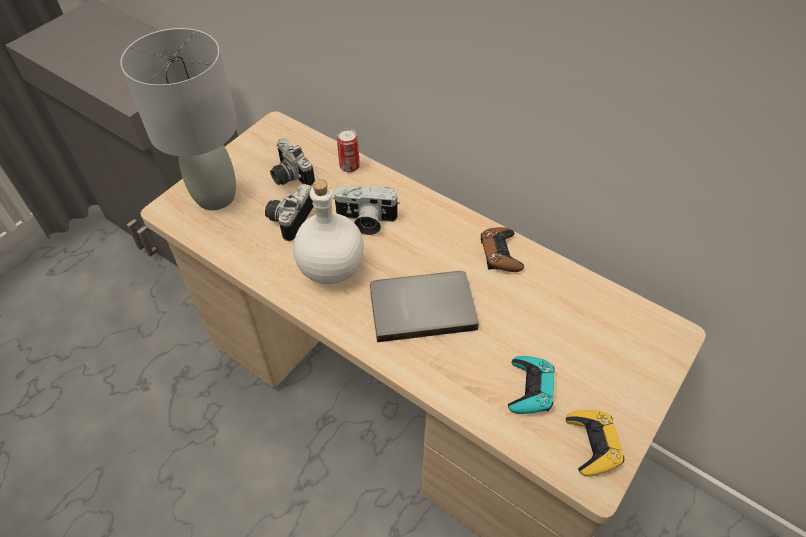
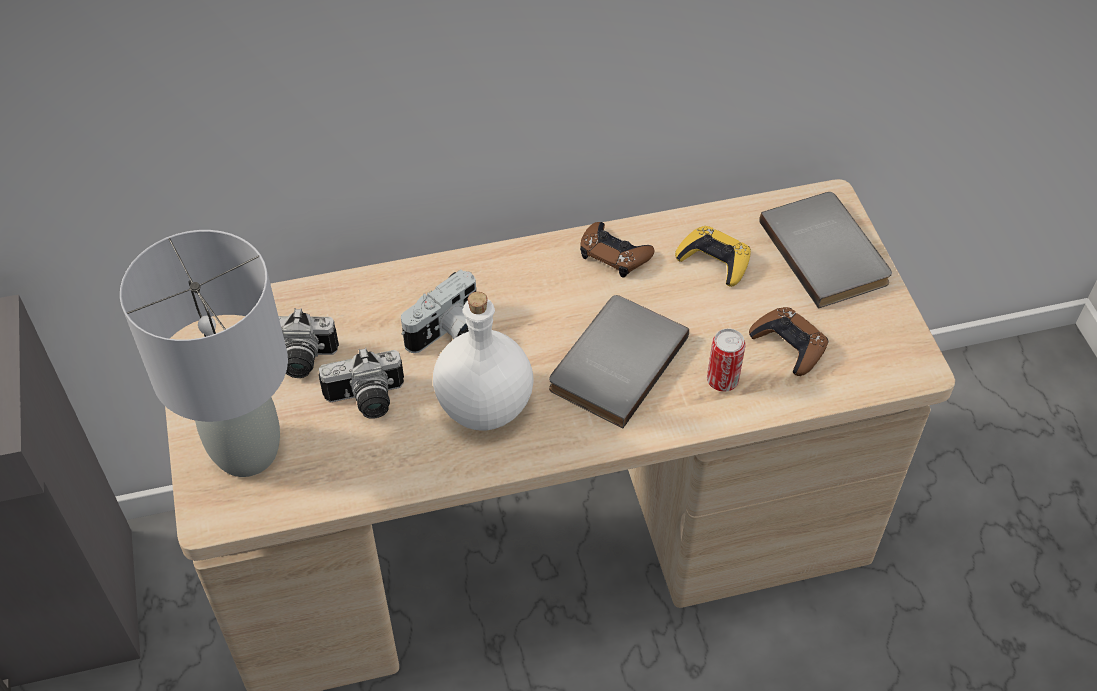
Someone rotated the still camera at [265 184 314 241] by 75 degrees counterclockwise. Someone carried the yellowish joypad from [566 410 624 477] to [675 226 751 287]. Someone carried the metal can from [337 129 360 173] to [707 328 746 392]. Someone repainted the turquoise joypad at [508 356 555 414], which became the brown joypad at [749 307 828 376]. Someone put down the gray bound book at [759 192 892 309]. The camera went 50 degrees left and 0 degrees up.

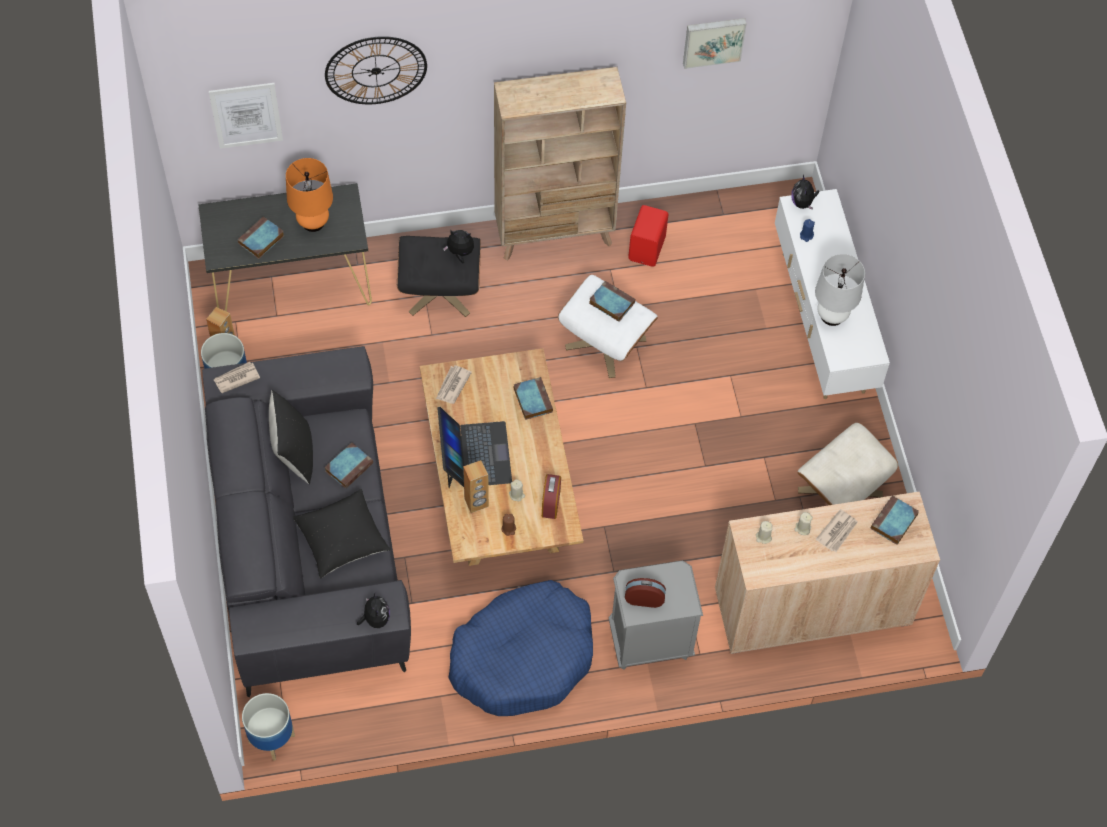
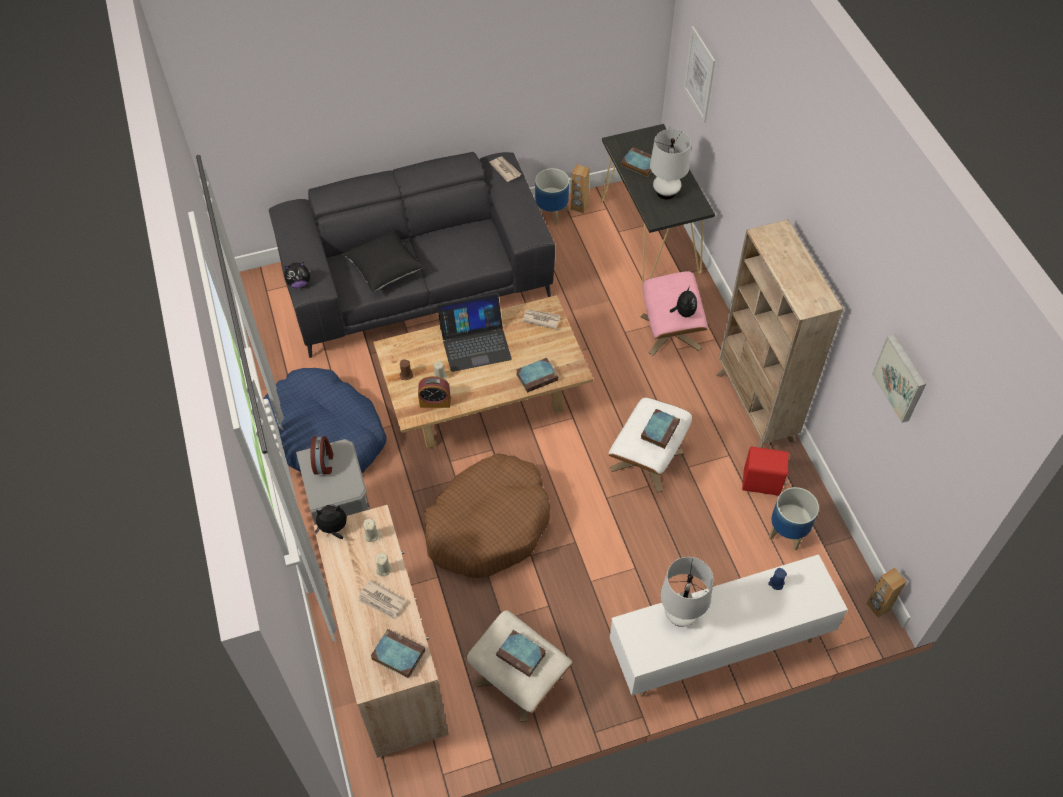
Someone carried the cuddly toy from [791 175 819 210] to [315 505 347 539]. Someone put down the brown pet bed at [424 453 550 578]. Someone carried the bound book from [324 443 373 489] to [496 630 546 677]. Someone repainted the black pouffe at [397 236 481 317], which became the pinkish pouffe at [641 271 708 356]. Someone repainted the orangey table lamp at [286 158 333 232], which became the white-coloured table lamp at [650 129 691 199]. Someone carried the flower pot from [242 693 295 761] to [769 487 819 550]. Someone carried the brown loudspeaker from [463 460 489 513] to [866 568 907 618]. Someone took away the black cushion at [269 390 313 484]. Someone took away the hanging clock at [325 36 427 104]. The camera went 85 degrees right and 5 degrees down.

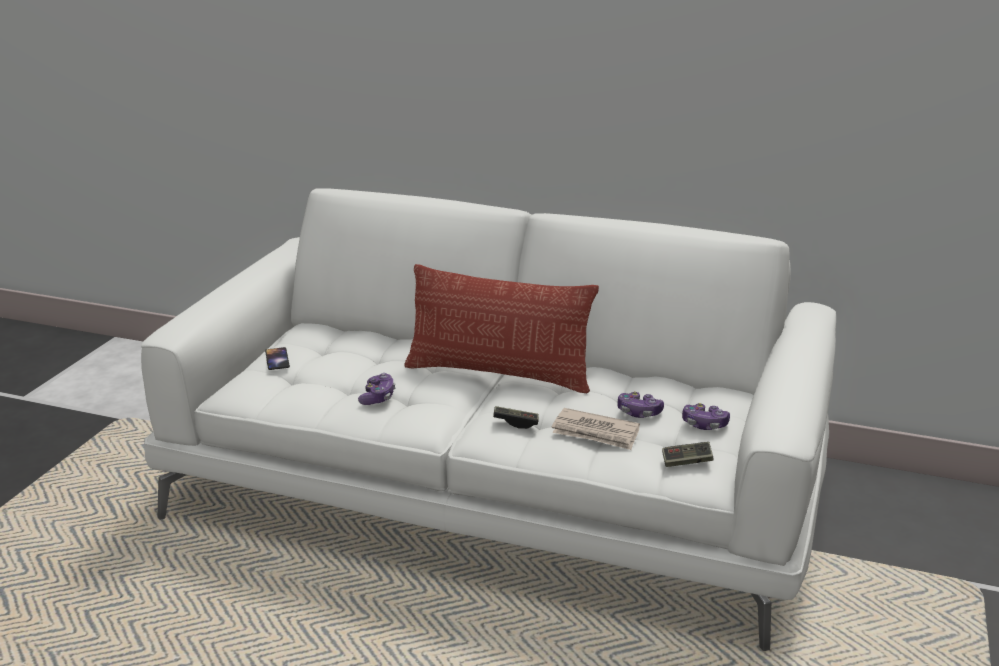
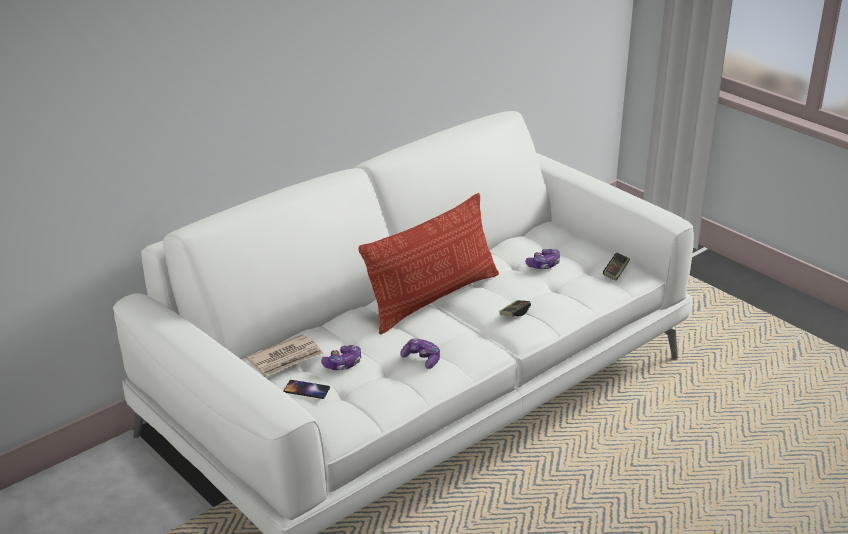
Someone carried the printed paper from [552 408 640 450] to [246 334 323 376]. Someone carried the joypad from [682 403 730 430] to [321 345 361 370]. The camera went 60 degrees left and 5 degrees up.

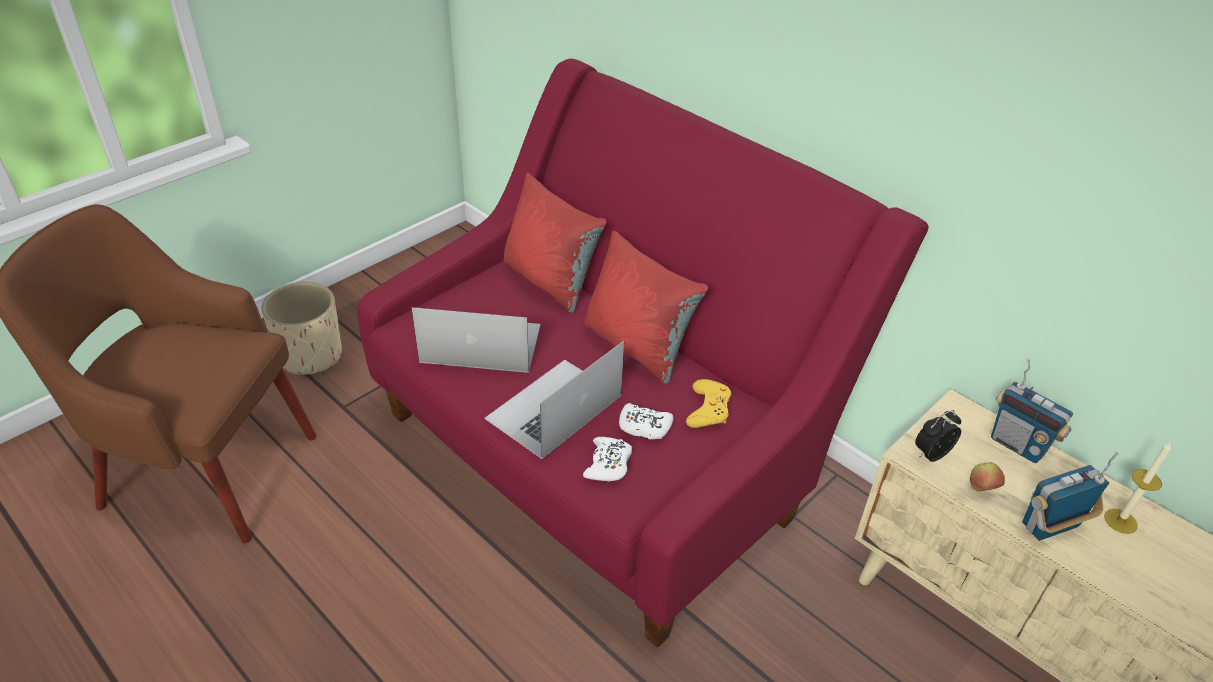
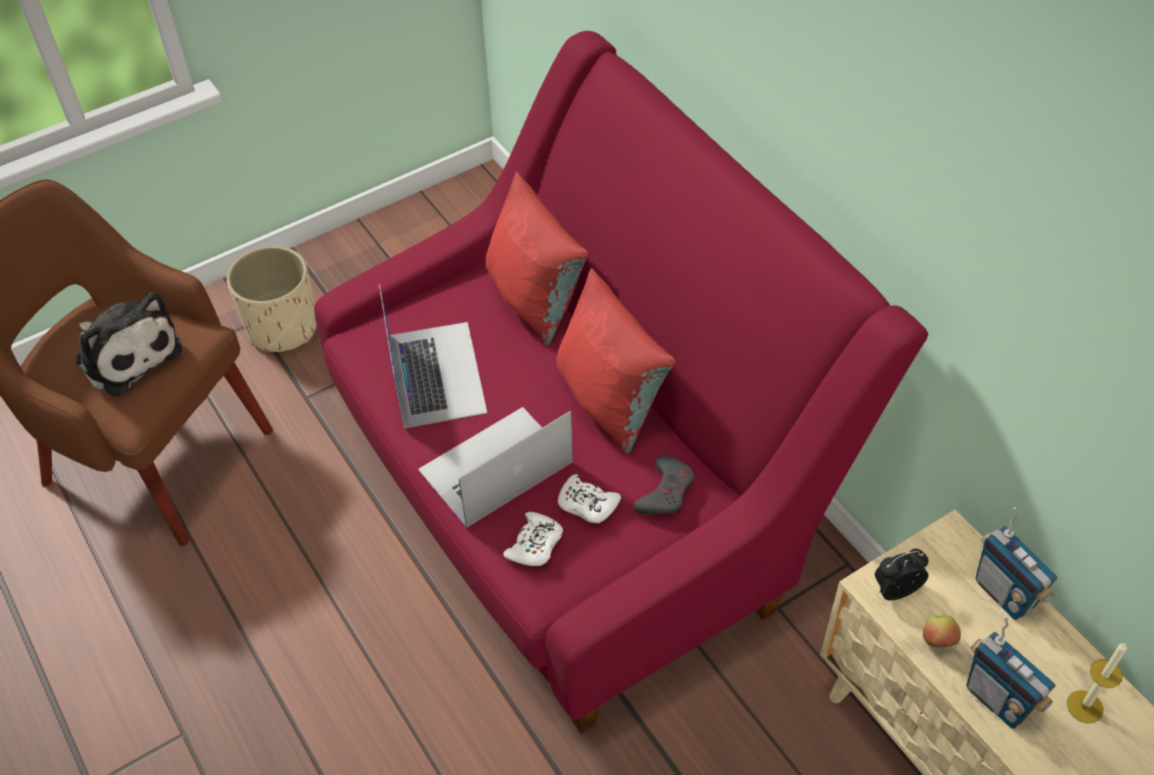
Someone put down the cuddly toy at [76 291 182 397]. Someone rotated the portable computer at [412 307 540 373] by 60 degrees clockwise. Someone repainted the yellowish joypad at [686 379 731 428], which became the gray joypad at [634 455 694 515]. Someone rotated the radio at [1022 452 1119 541] by 120 degrees counterclockwise. The camera went 15 degrees right and 10 degrees up.

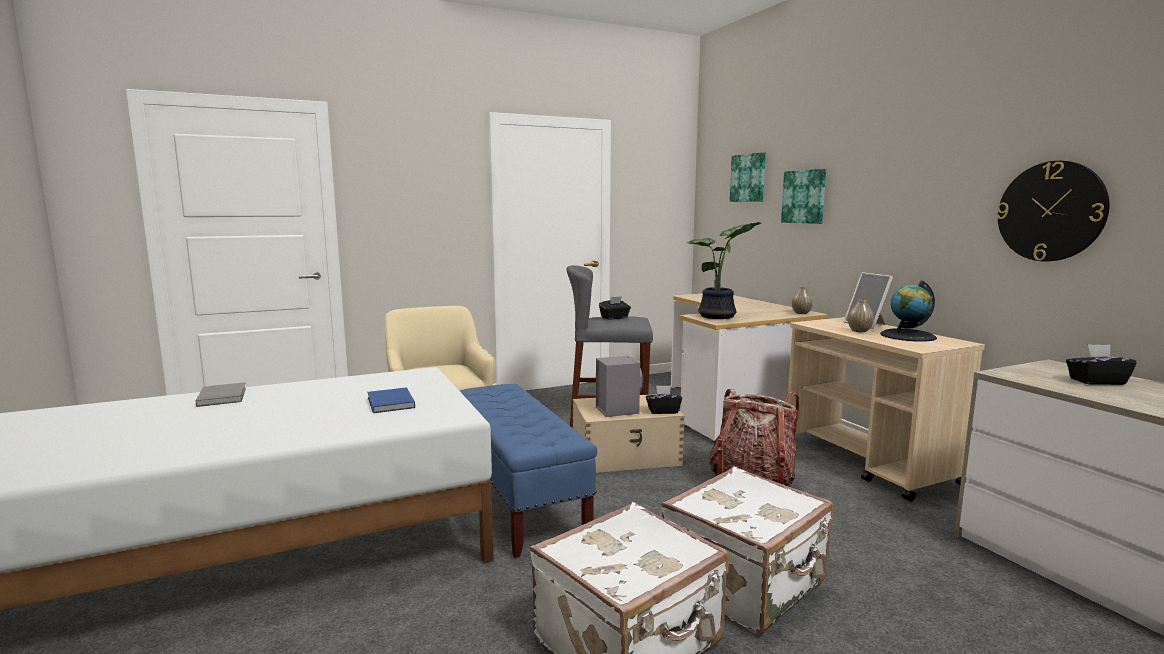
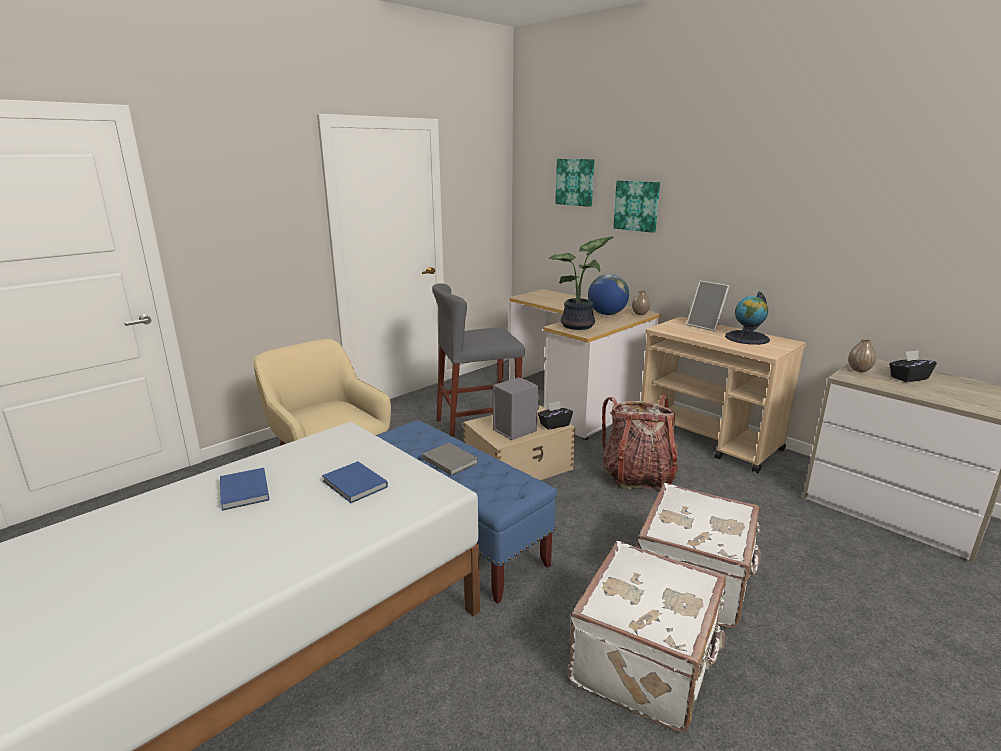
Someone put down the bluish bound book at [220 468 269 511]. Someone carried the gray bound book from [196 382 246 407] to [422 443 478 476]. Someone put down the world globe at [588 274 629 315]. Someone carried the flower vase from [848 300 874 332] to [848 339 876 372]. Someone took away the black tissue box at [599 296 631 320]. Someone took away the hanging clock at [996 161 1109 262]. The camera went 20 degrees left and 10 degrees up.

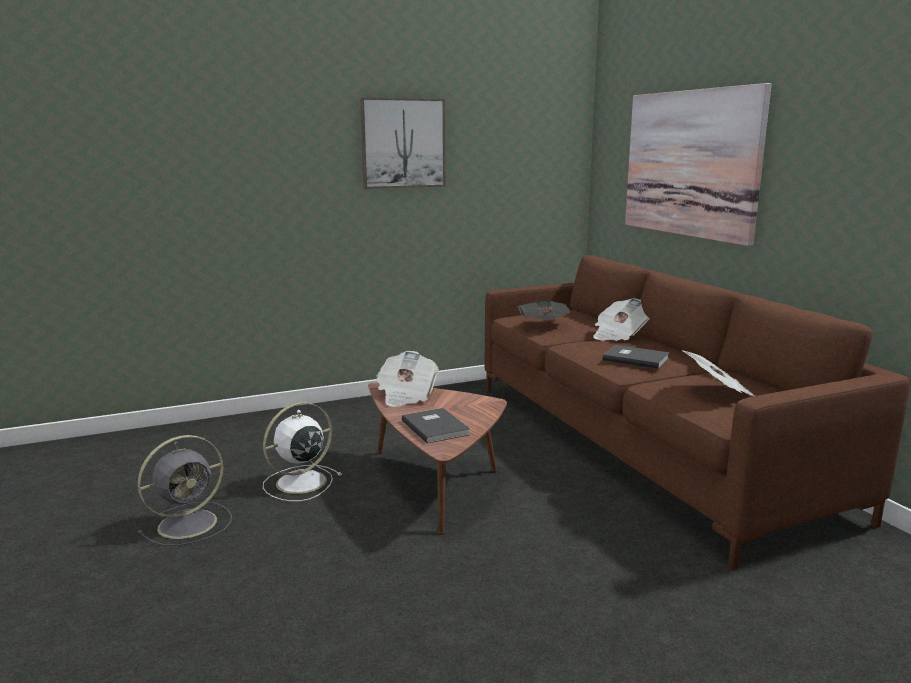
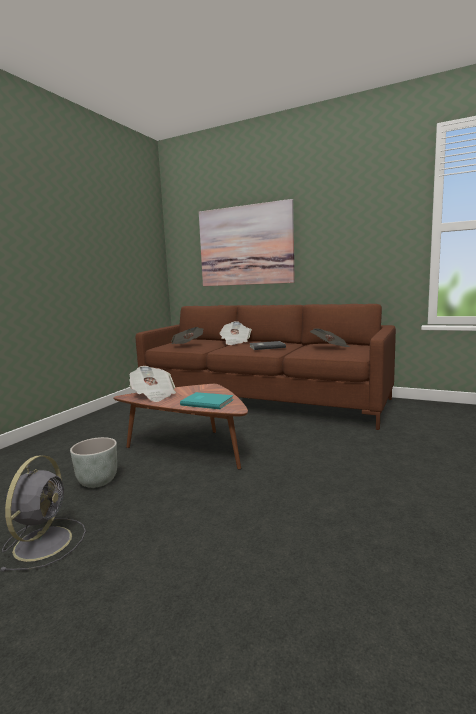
Someone swapped the white-coloured cooling fan at [263 402 342 502] for the gray flower pot at [70 437 117 488]. Someone repainted the gray bound book at [402 408 470 444], which became the turquoise bound book at [180 392 234 409]. Someone took away the wall art at [360 97 445 189]. The camera went 40 degrees left and 5 degrees down.

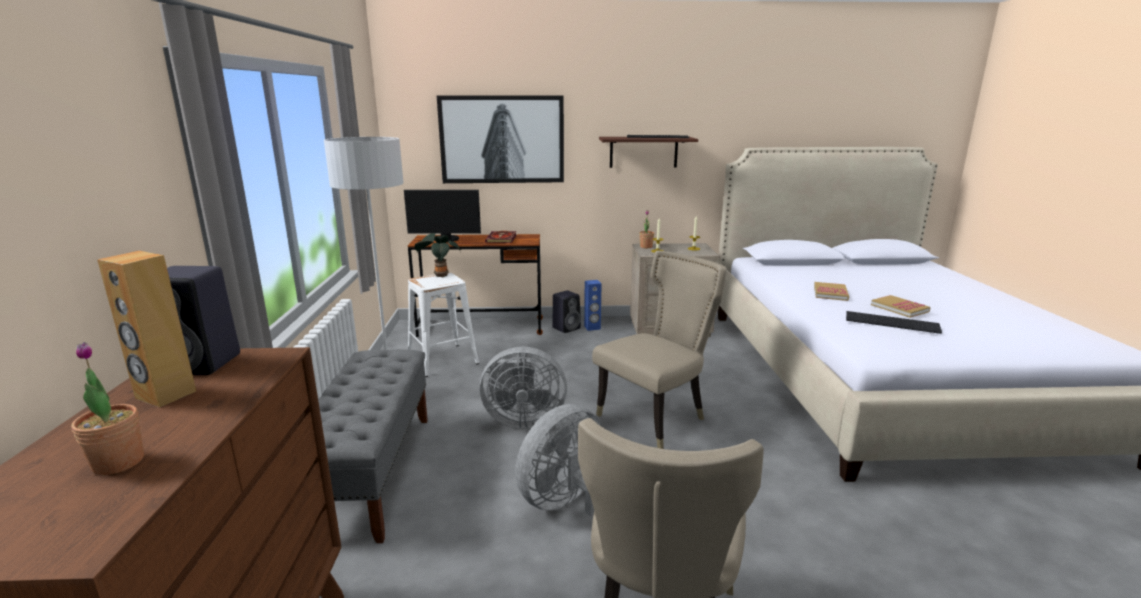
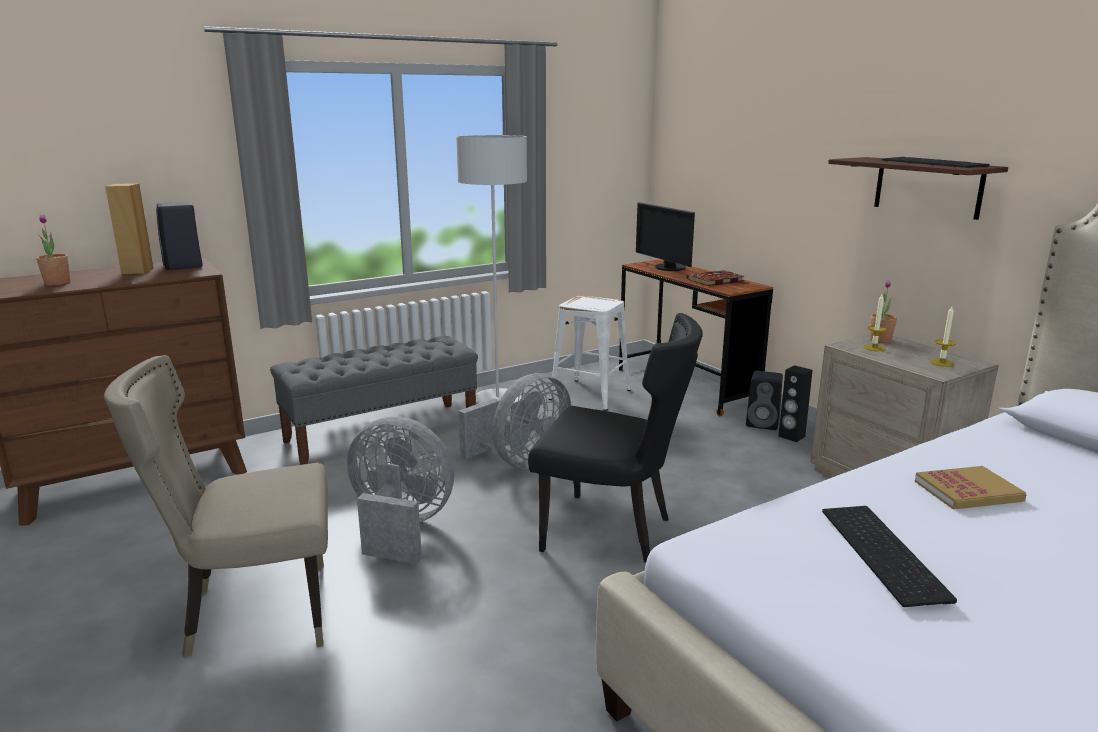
Someone rotated the gray cooling fan at [480 347 567 429] by 105 degrees counterclockwise. Someone repainted the sand-coloured chair at [592 251 727 449], which became the black chair at [528 313 703 563]. Someone repainted the bluish loudspeaker at [584 280 602 331], which became the black loudspeaker at [778 365 813 442]. Someone took away the houseplant at [414 233 461 277]. Someone took away the wall art at [437 95 564 183]. Someone took away the bound book at [871 295 931 318]. The camera went 60 degrees right and 0 degrees up.

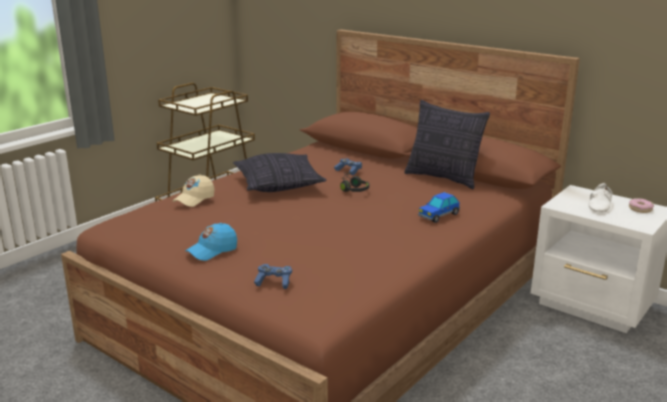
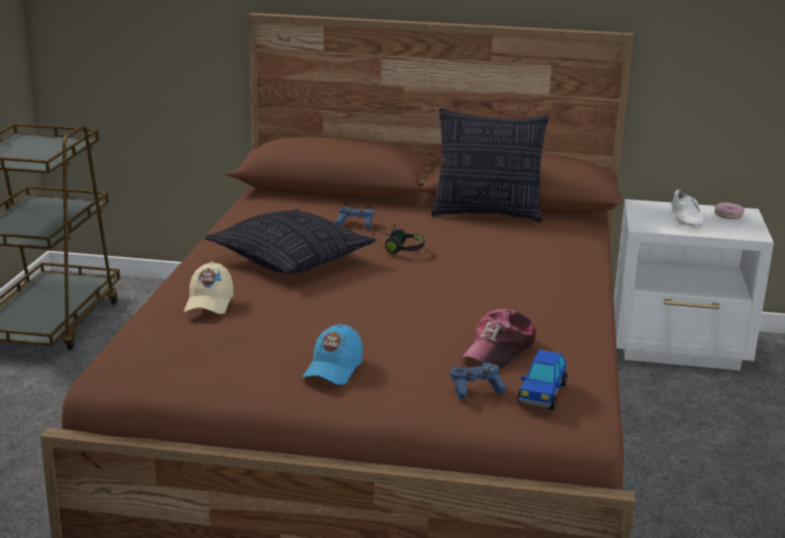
Someone put down the baseball cap at [461 309 536 369]. Someone carried the toy car from [418 192 460 223] to [517 350 567 410]. The camera went 30 degrees left and 0 degrees up.

